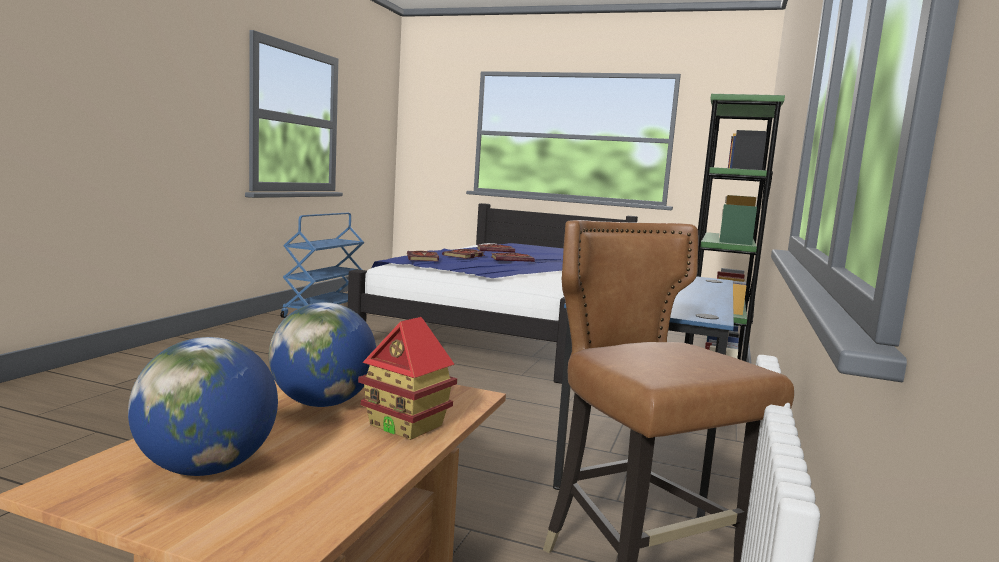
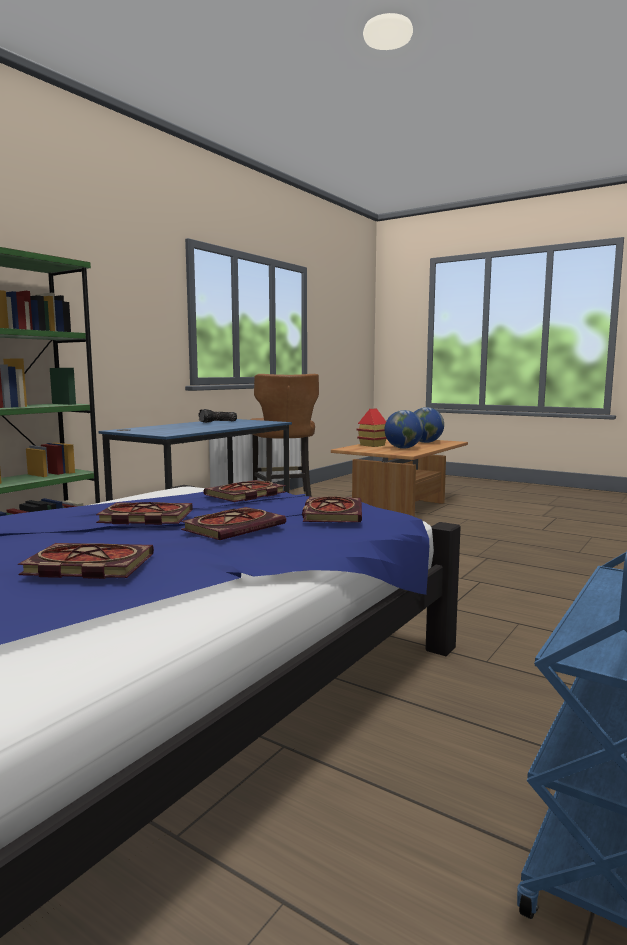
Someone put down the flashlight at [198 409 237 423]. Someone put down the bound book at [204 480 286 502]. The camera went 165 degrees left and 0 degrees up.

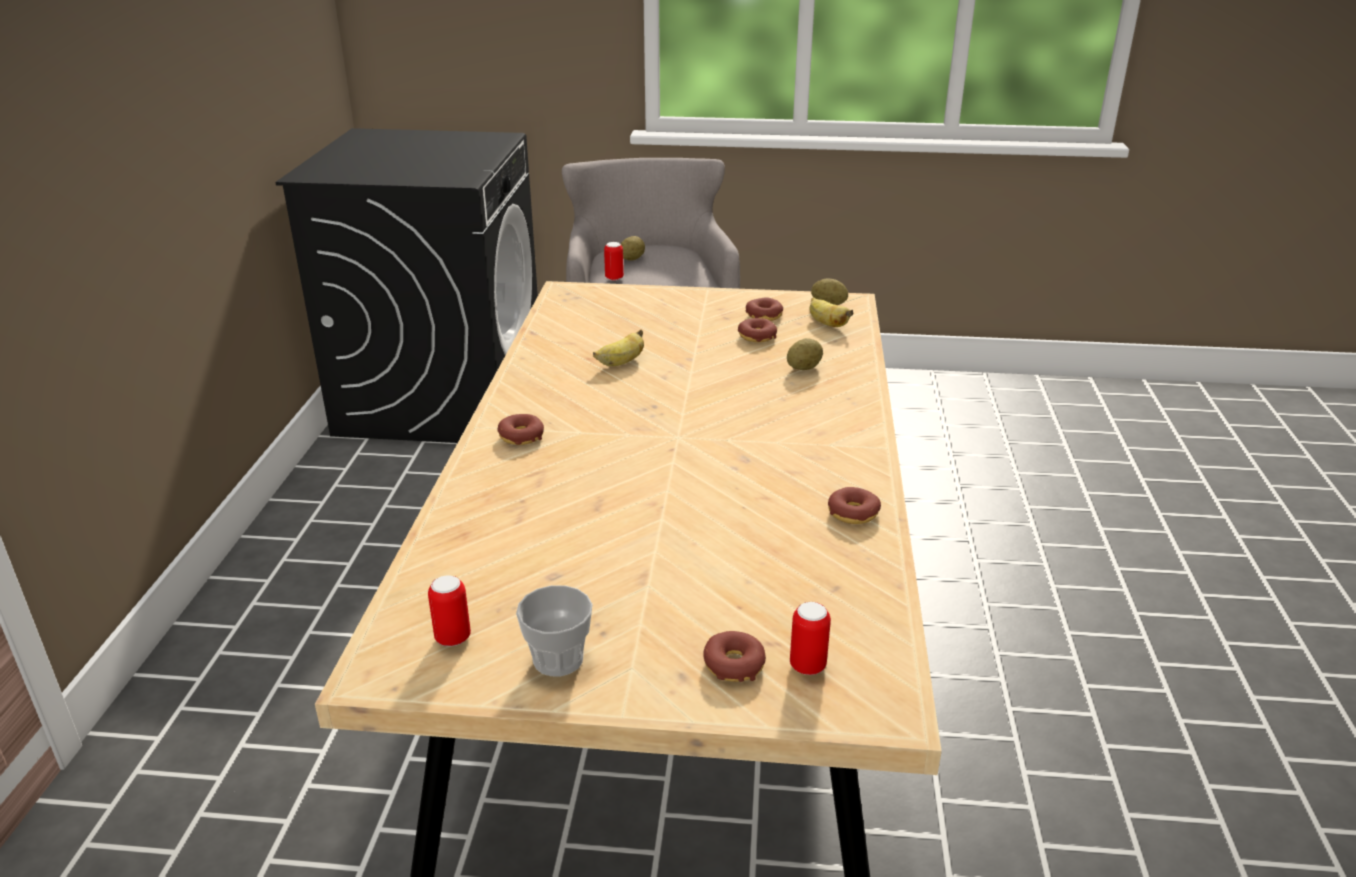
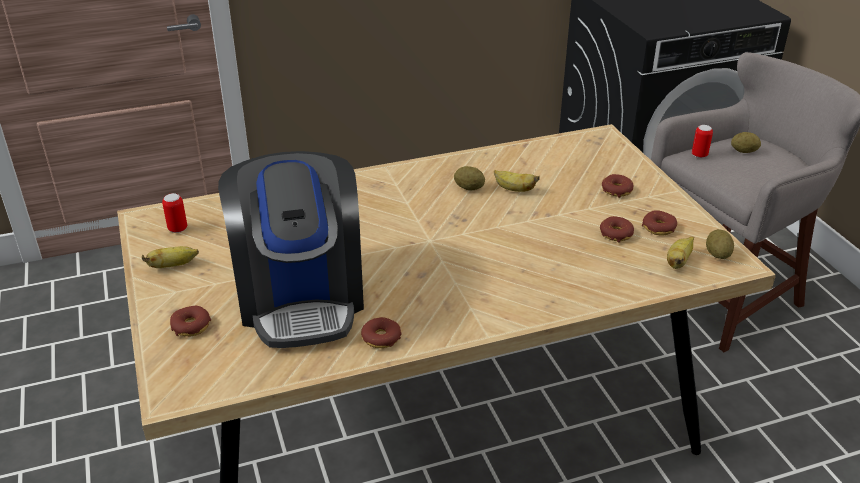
Someone swapped the small cup at [516 585 593 677] for the whole banana at [142 246 199 268]. Someone put down the coffee brewer at [218 151 364 348]. Someone carried the spud from [787 338 823 370] to [454 166 485 190]. Someone carried the doughnut from [497 414 544 445] to [602 174 633 198]. Someone took away the metal can at [790 602 831 675]. The camera went 65 degrees right and 5 degrees up.

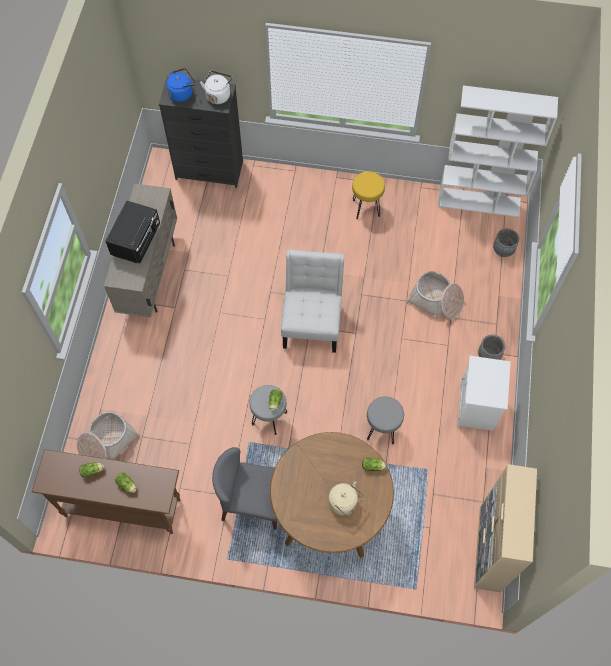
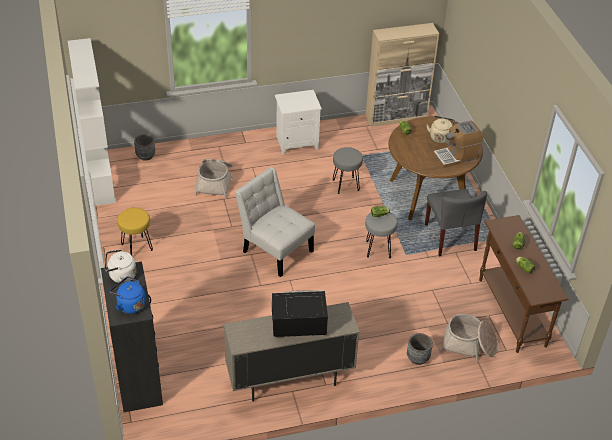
Someone rotated the white-coloured chair at [281 250 344 353] by 60 degrees clockwise. Someone carried the gray flower pot from [478 335 505 360] to [407 333 433 365]. Someone put down the coffee brewer at [433 121 483 168]. The camera went 115 degrees left and 20 degrees down.

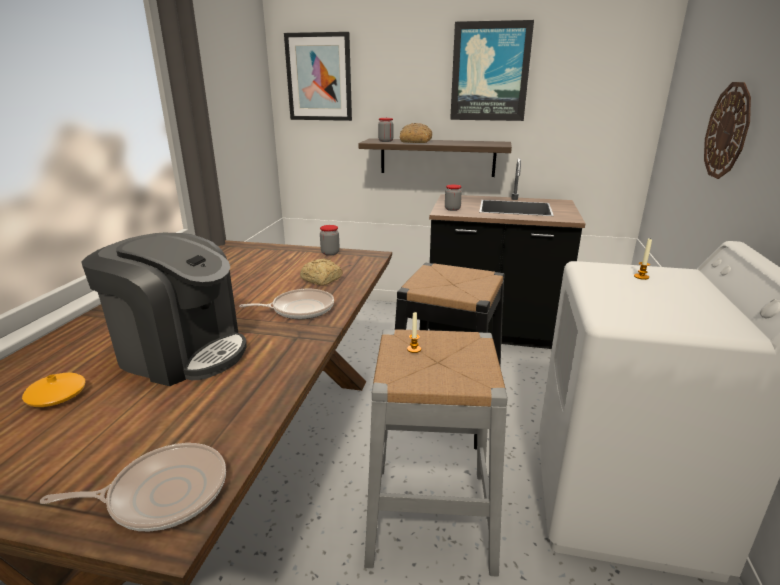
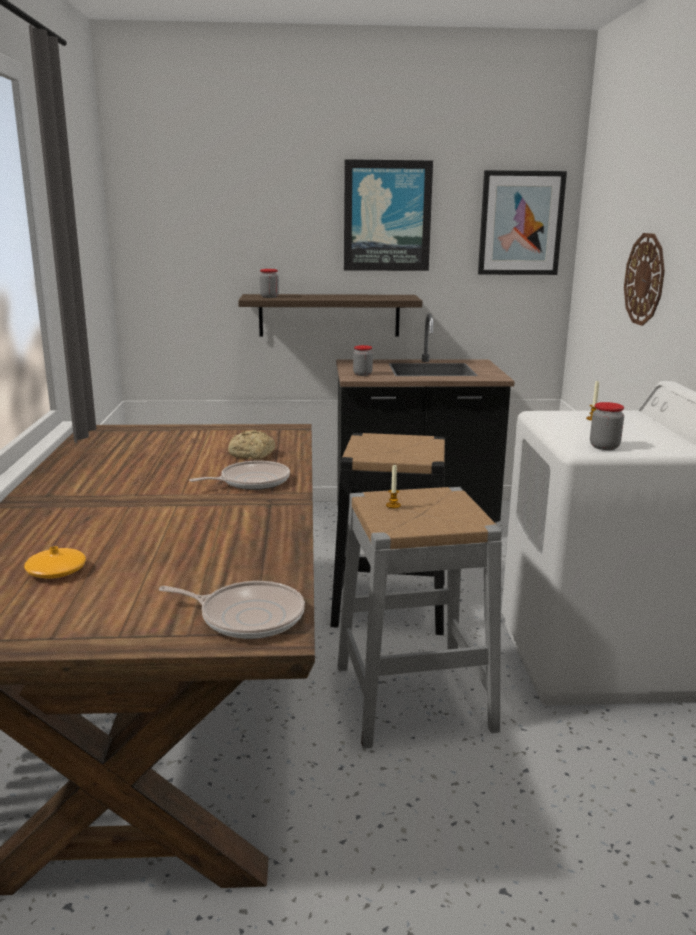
Someone rotated the frying pan at [40 443 226 531] by 45 degrees clockwise. Someone carried the wall art from [284 32 352 121] to [478 170 567 275]. Someone carried the jar from [320 225 340 256] to [590 402 624 450]. Someone took away the coffee brewer at [81 233 247 386]. Someone took away the baked bread at [400 123 432 143]. The camera went 15 degrees left and 5 degrees down.

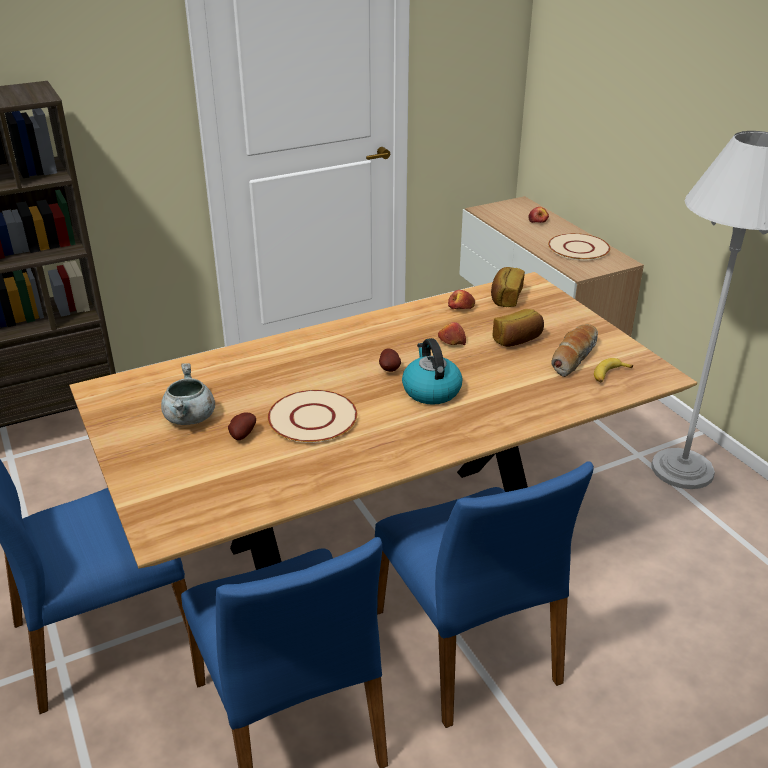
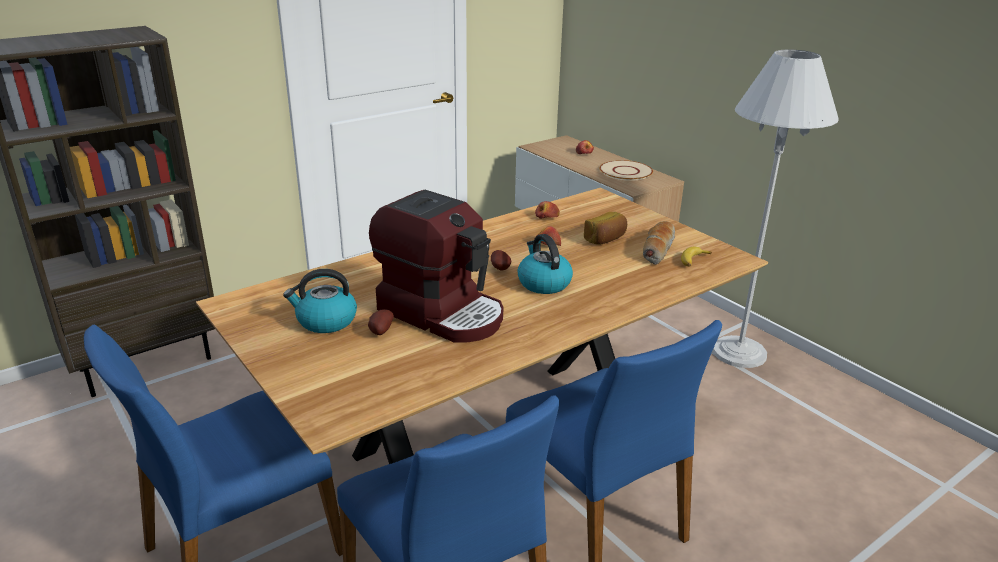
Someone swapped the gray cooking pot at [161 363 215 425] for the water kettle at [283 269 357 333]. Someone swapped the sand-coloured plate at [267 390 357 443] for the coffee brewer at [369 190 503 343]. Someone took away the baked bread at [491 267 525 307]. The camera went 10 degrees left and 5 degrees down.

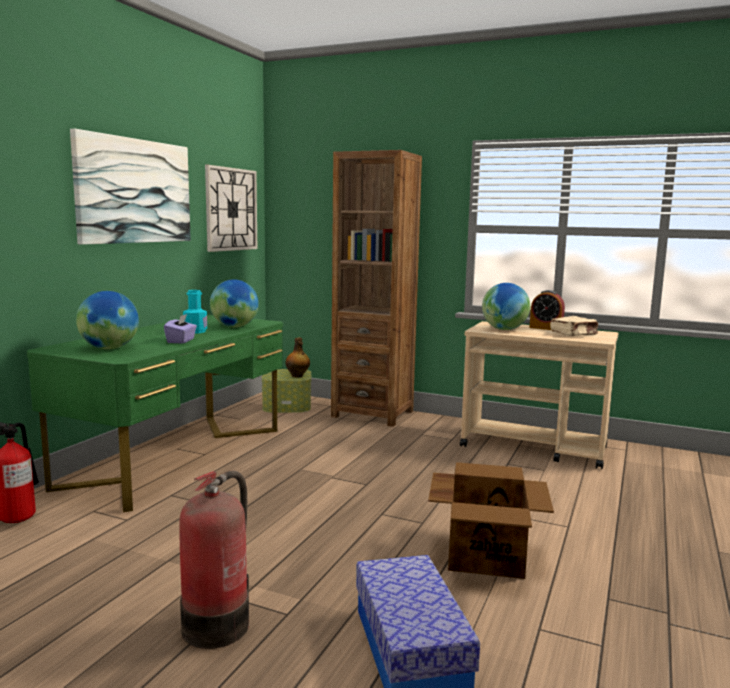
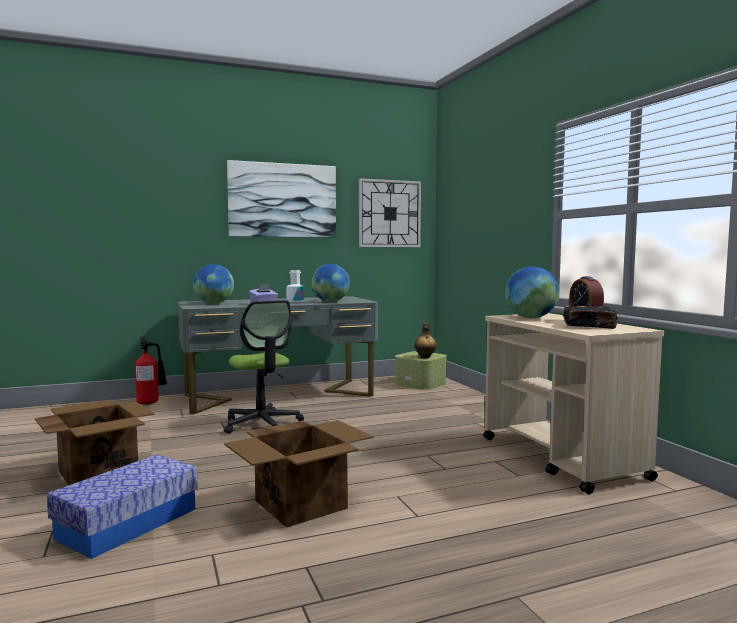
Someone swapped the extinguisher at [179 471 249 649] for the cardboard box at [35 399 154 485]. Someone repainted the greenish desk at [27 315 283 512], which became the gray desk at [178 296 378 414]. Someone put down the office chair at [224 300 304 434]. Someone repainted the turquoise beverage bottle at [183 290 207 333], which became the white-coloured beverage bottle at [286 270 304 303]. Someone repainted the sand-coloured bound book at [550 316 598 336], which became the black bound book at [563 306 618 329]. Someone took away the brown bookcase at [331 150 422 427]. The camera went 45 degrees right and 5 degrees down.

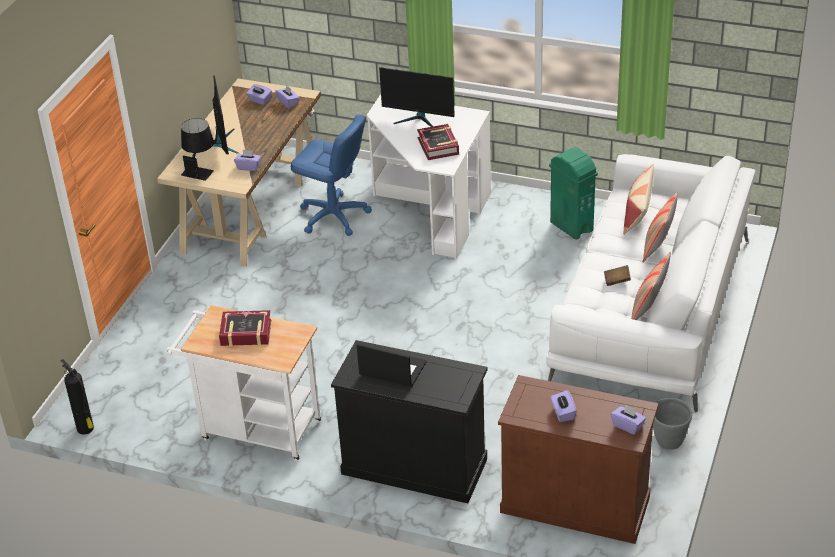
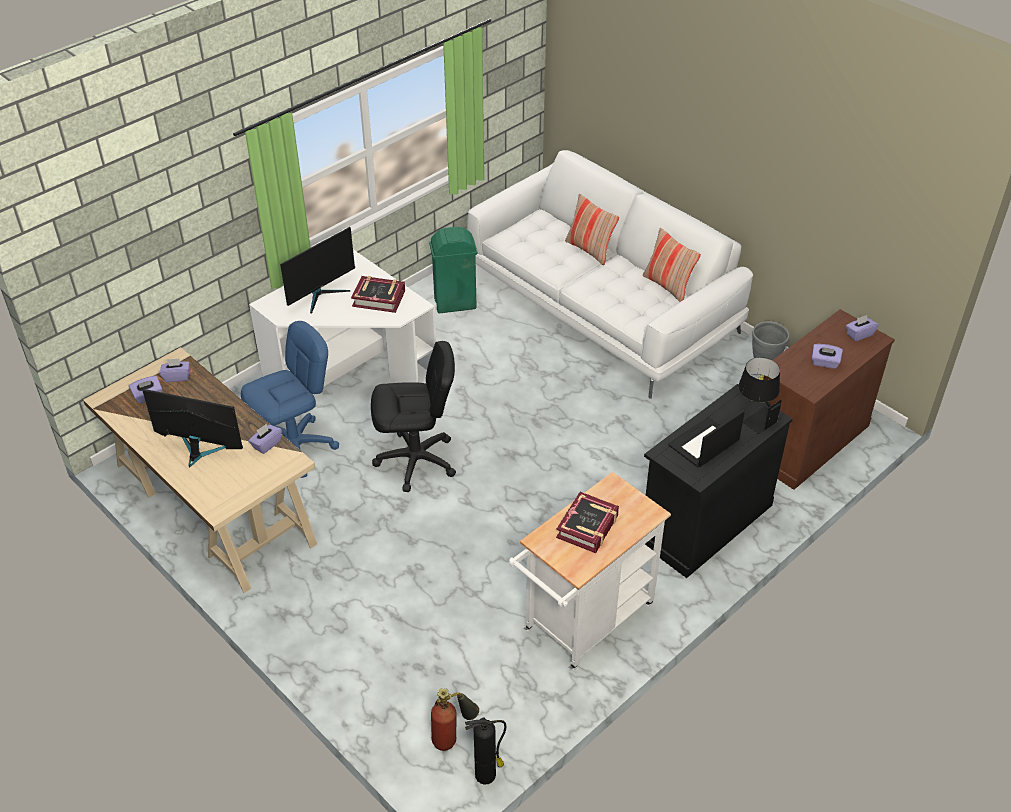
Someone put down the black office chair at [371 341 456 492]. Someone put down the extinguisher at [431 688 479 751]. Someone carried the black table lamp from [181 118 214 181] to [739 357 782 434]. Someone took away the brown bound book at [604 265 631 286]. Someone took away the cushion at [623 164 654 235]. The camera went 65 degrees left and 5 degrees up.

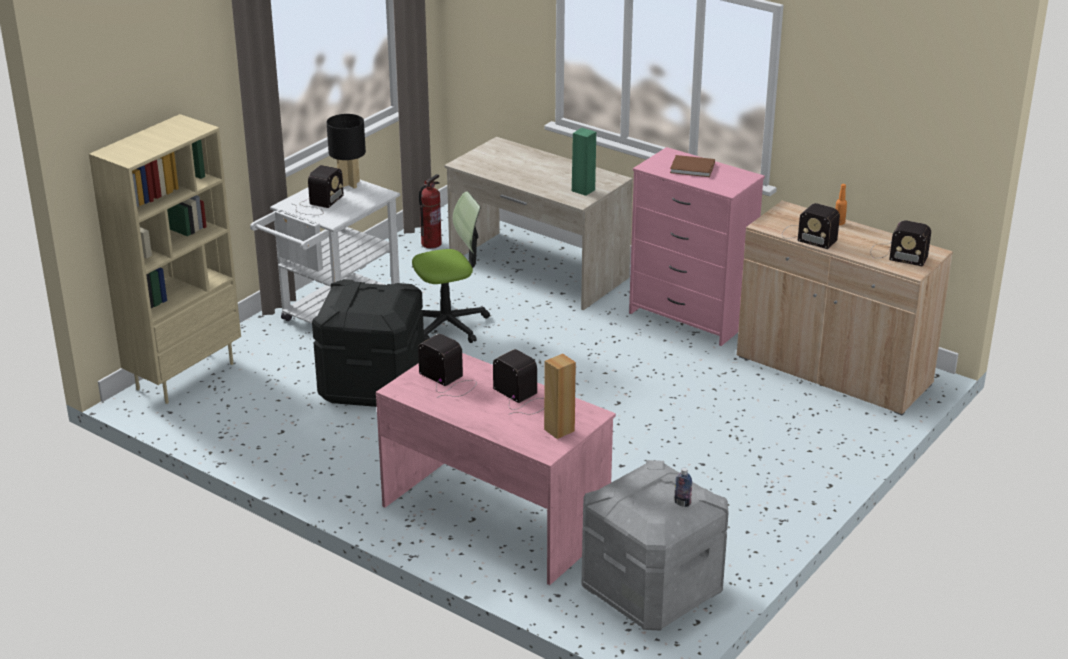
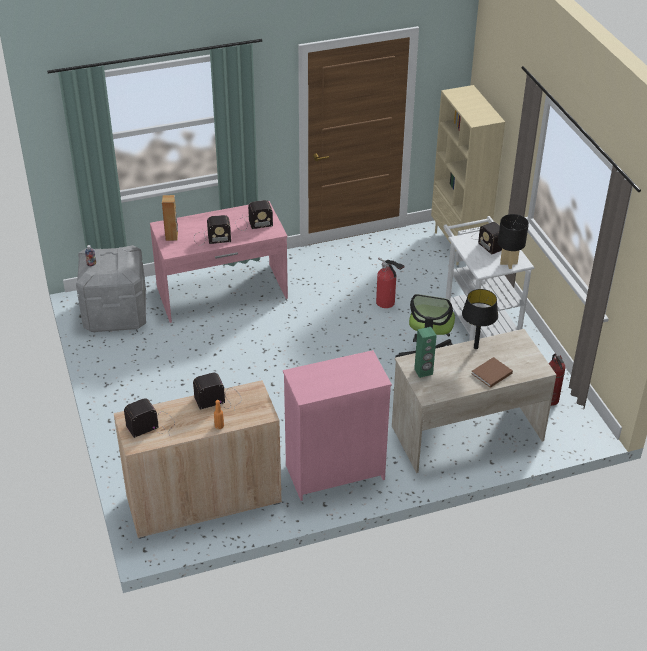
Someone swapped the black storage box at [312 279 424 407] for the extinguisher at [376 258 405 308]. Someone put down the black table lamp at [462 289 498 349]. Someone carried the brown bound book from [670 155 715 177] to [471 357 513 388]. The camera went 125 degrees right and 10 degrees up.

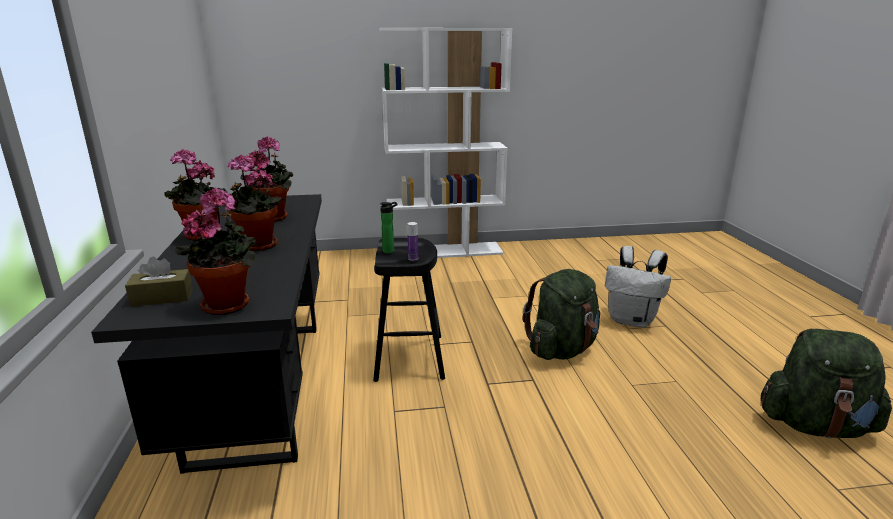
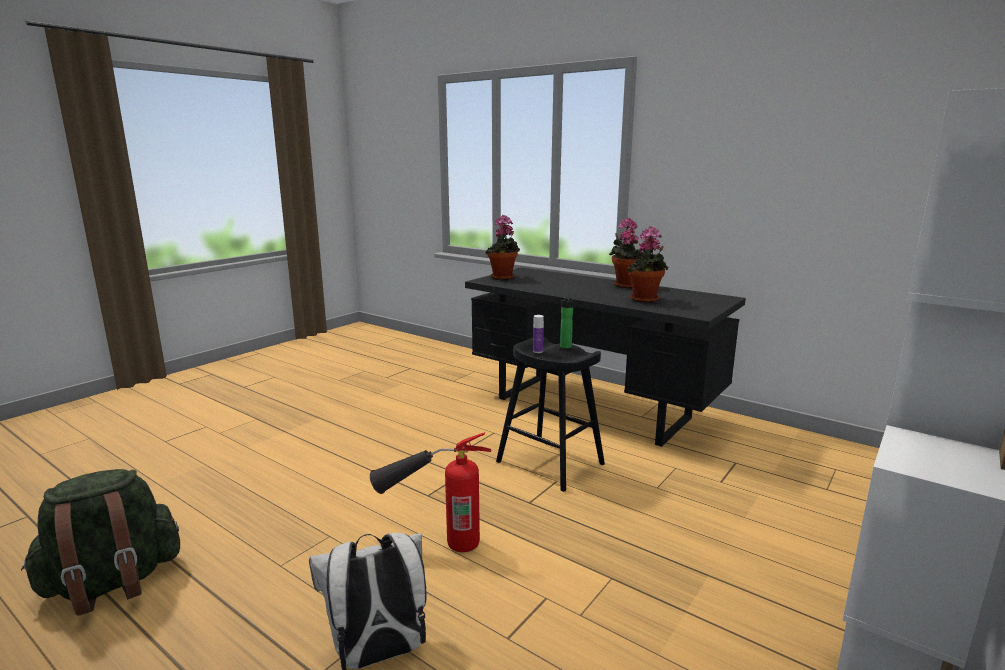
Someone swapped the greenish knapsack at [523 269 600 360] for the extinguisher at [370 432 491 552]. Someone took away the brown tissue box at [125 256 193 307]. Someone took away the houseplant at [228 154 283 251]. The camera went 135 degrees right and 5 degrees down.

